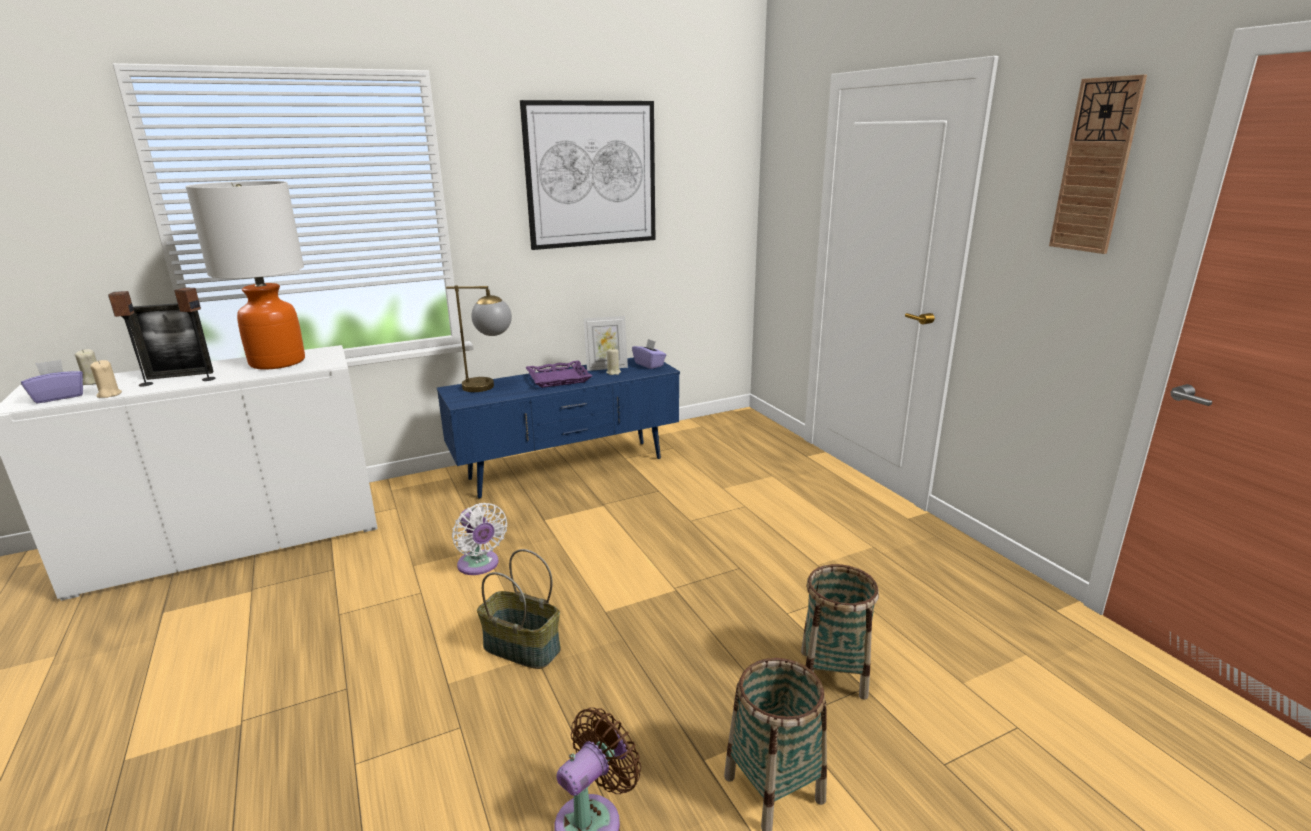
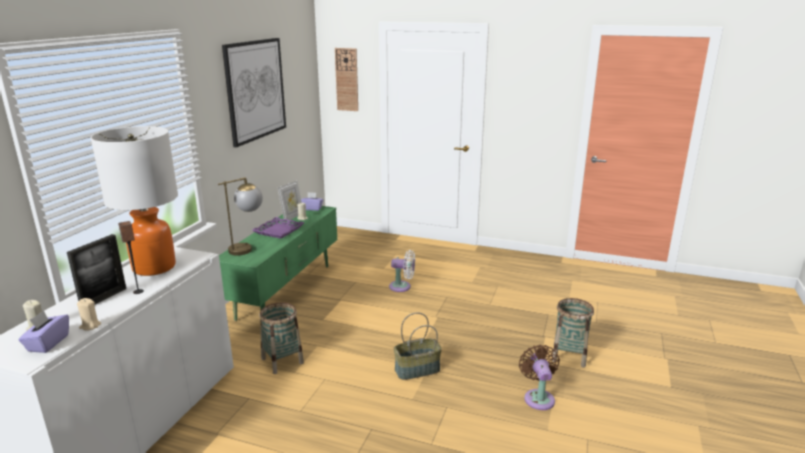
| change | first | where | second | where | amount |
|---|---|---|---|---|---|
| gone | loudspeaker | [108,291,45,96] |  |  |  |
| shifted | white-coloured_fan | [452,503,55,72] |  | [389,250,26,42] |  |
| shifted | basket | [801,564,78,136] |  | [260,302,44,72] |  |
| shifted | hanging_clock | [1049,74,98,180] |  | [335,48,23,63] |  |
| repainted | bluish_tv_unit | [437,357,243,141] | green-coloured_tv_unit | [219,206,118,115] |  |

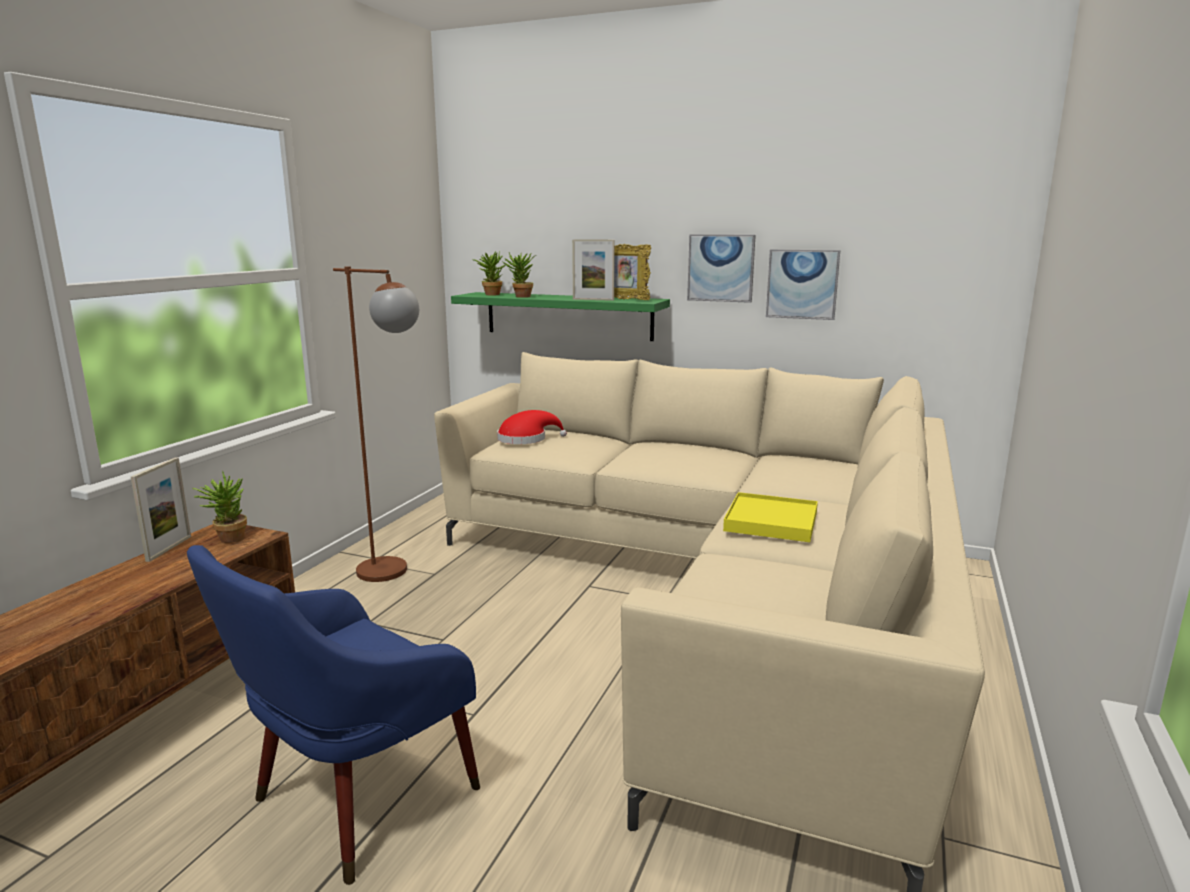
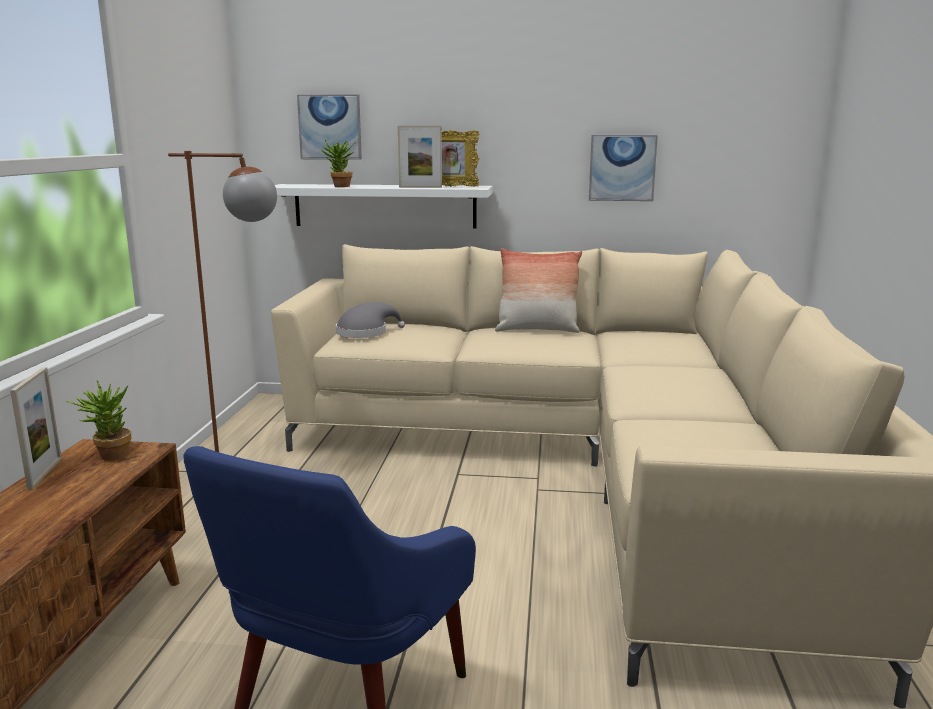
| change | first | where | second | where | amount |
|---|---|---|---|---|---|
| gone | plant_in_a_pot | [472,251,33,45] |  |  |  |
| gone | yellow_carrying_tray | [723,492,95,50] |  |  |  |
| new |  |  | throw_pillow | [495,248,87,85] |  |
| shifted | wall_picture | [687,234,69,69] |  | [297,94,65,66] |  |
| repainted | green-coloured_wall_shelf | [451,292,219,49] | white-coloured_wall_shelf | [275,184,218,45] |  |
| repainted | red_wearable_hat | [497,410,70,34] | grey_wearable_hat | [336,302,69,36] |  |

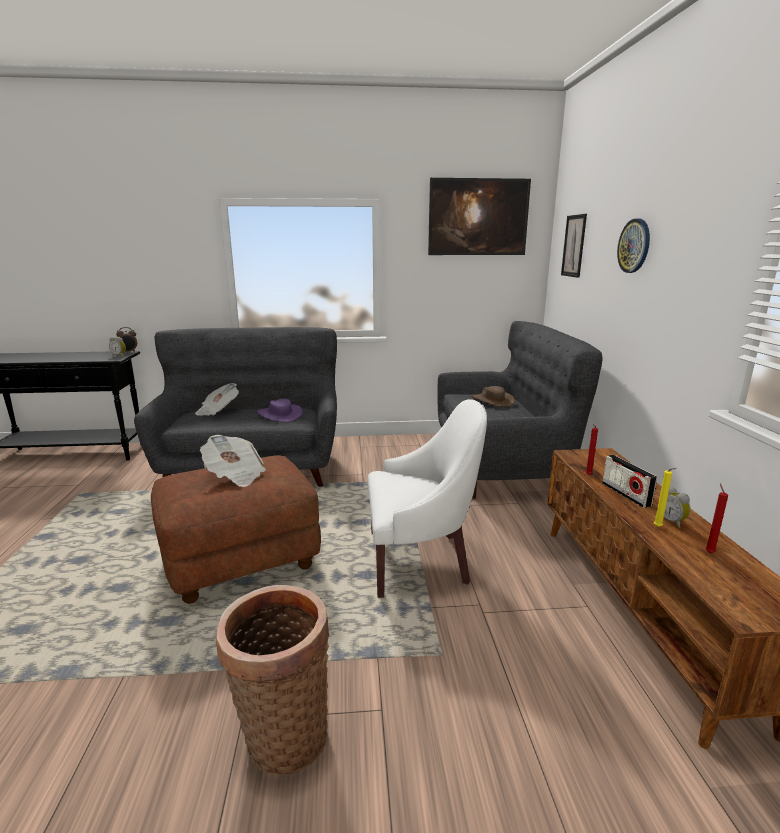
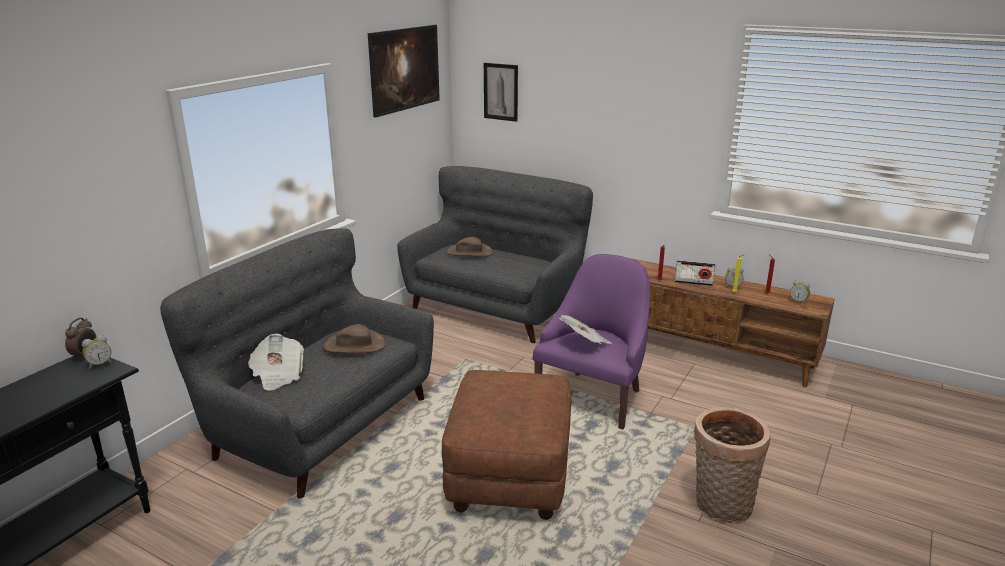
| change | first | where | second | where | amount |
|---|---|---|---|---|---|
| gone | hanging_clock | [617,219,33,54] |  |  |  |
| new |  |  | alarm_clock | [790,280,20,25] |  |
| shifted | newspaper | [200,435,66,52] |  | [559,315,53,29] |  |
| repainted | purple_wearable_hat | [257,399,46,23] | brown-coloured_wearable_hat | [323,324,63,29] |  |
| repainted | white-coloured_easy_chair | [368,399,119,199] | purple_easy_chair | [533,254,117,176] |  |

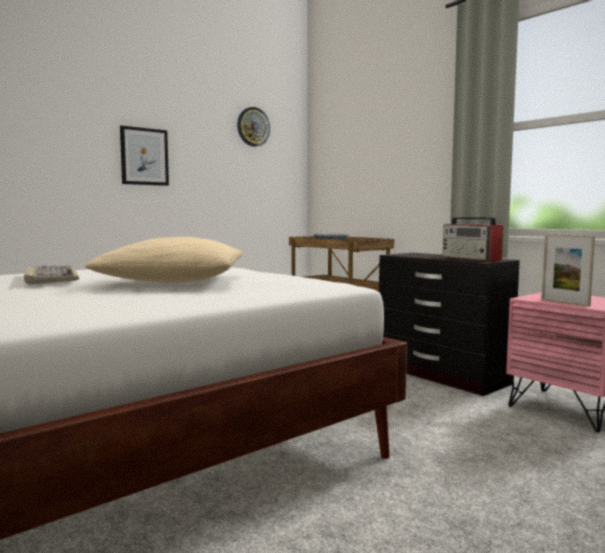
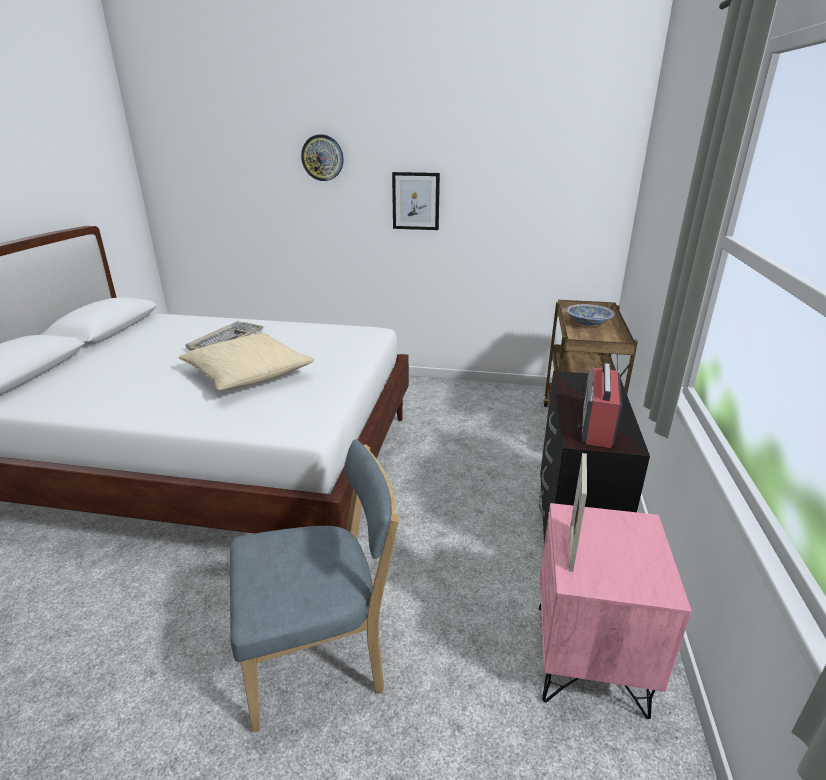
| change | first | where | second | where | amount |
|---|---|---|---|---|---|
| new |  |  | bluish_upright_chair | [230,439,169,293] |  |
| shifted | hanging_clock | [237,107,33,40] |  | [301,134,43,47] |  |

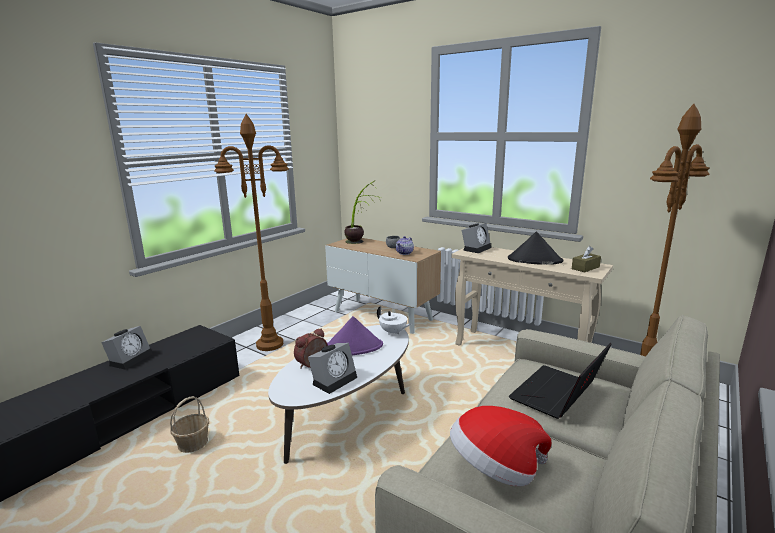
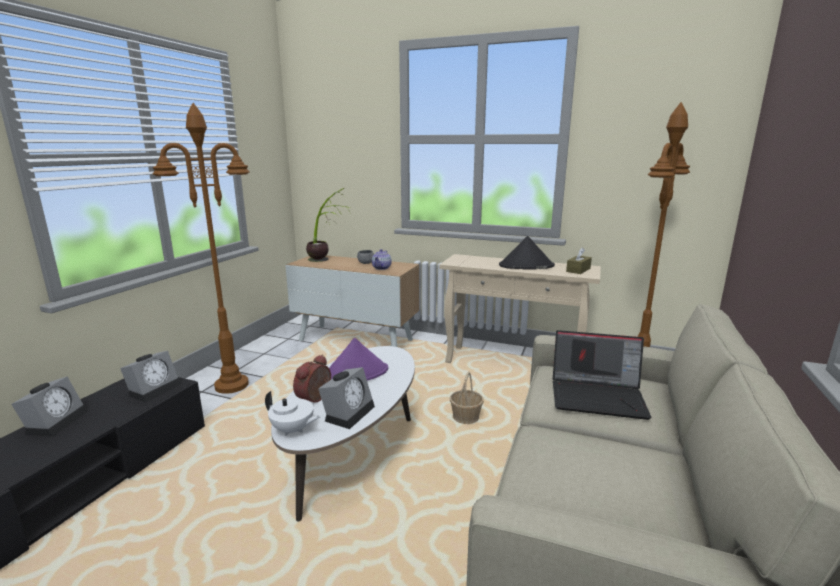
| change | first | where | second | where | amount |
|---|---|---|---|---|---|
| gone | wearable_hat | [450,406,102,80] |  |  |  |
| shifted | basket | [170,396,39,57] |  | [450,372,34,52] |  |
| shifted | white-coloured_pot_for_tea | [377,306,34,29] |  | [265,391,56,45] |  |
| shifted | alarm_clock | [461,223,30,30] |  | [120,351,61,51] |  |
| rotated | notebook_computer | [509,343,102,76] |  | [553,330,98,90] | 105 degrees counterclockwise |

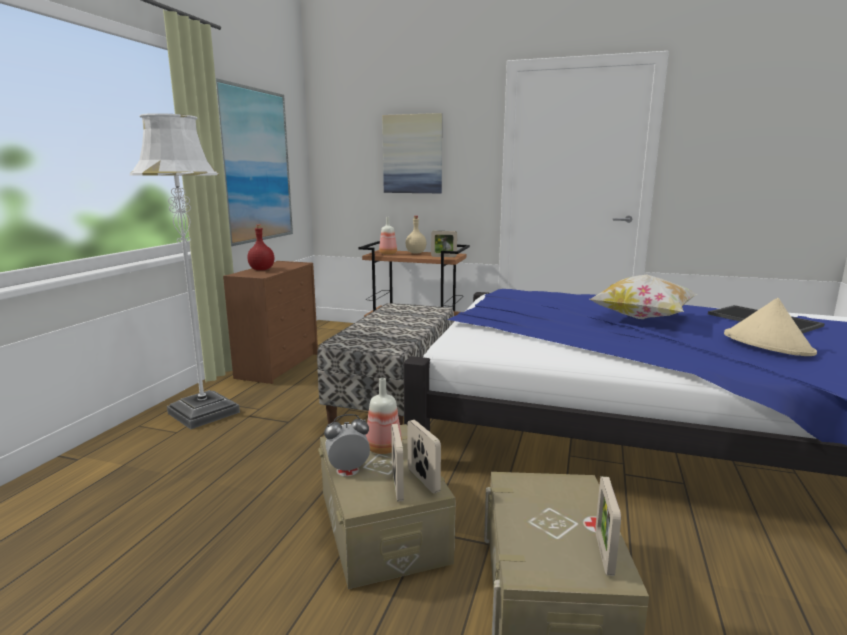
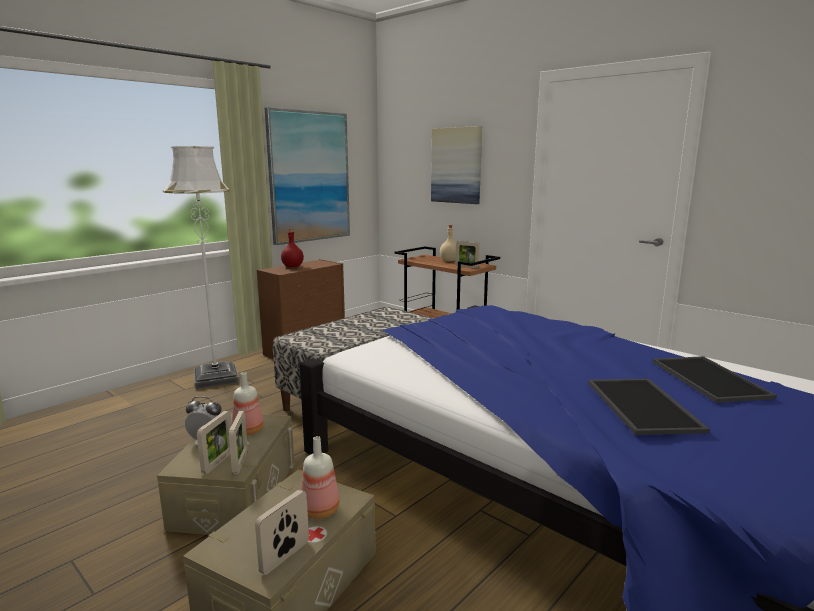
| change | first | where | second | where | amount |
|---|---|---|---|---|---|
| gone | throw_pillow | [589,275,108,44] |  |  |  |
| shifted | bottle | [379,217,18,38] |  | [301,436,39,83] |  |
| swapped | beige-coloured_wearable_hat | [724,298,93,58] | carrying_tray | [588,379,122,56] |  |

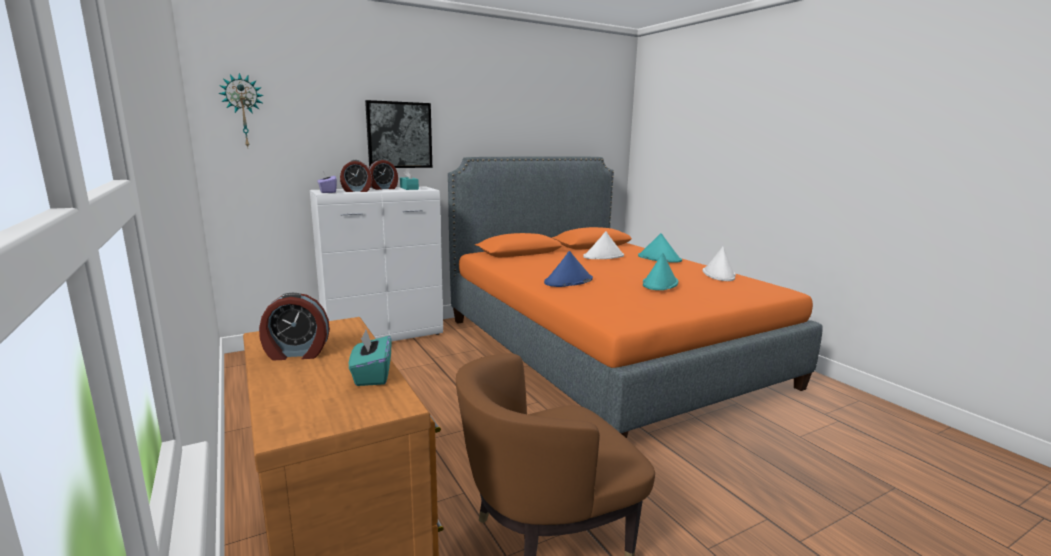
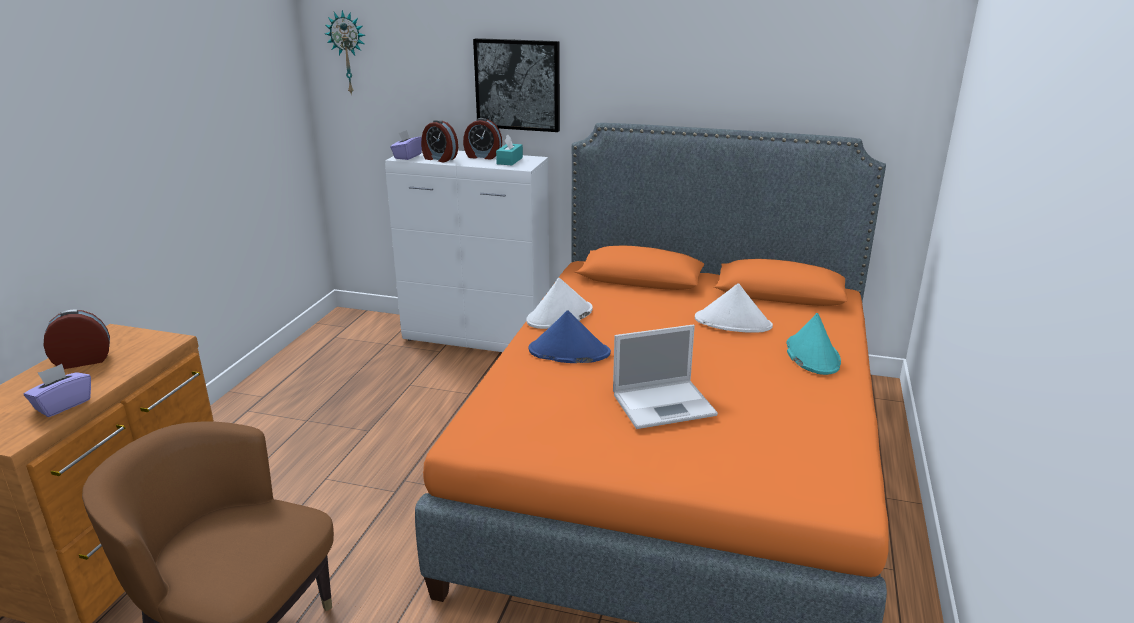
| change | first | where | second | where | amount |
|---|---|---|---|---|---|
| shifted | white-coloured_wearable_hat | [703,246,33,35] |  | [526,278,67,51] |  |
| swapped | blue-green_wearable_hat | [643,253,35,37] | notebook_computer | [613,325,105,104] |  |
| repainted | blue-green_tissue_holder | [349,330,43,56] | purple_tissue_holder | [23,364,68,53] |  |
| rotated | alarm_clock | [259,293,71,67] |  | [43,310,67,59] | 120 degrees clockwise |

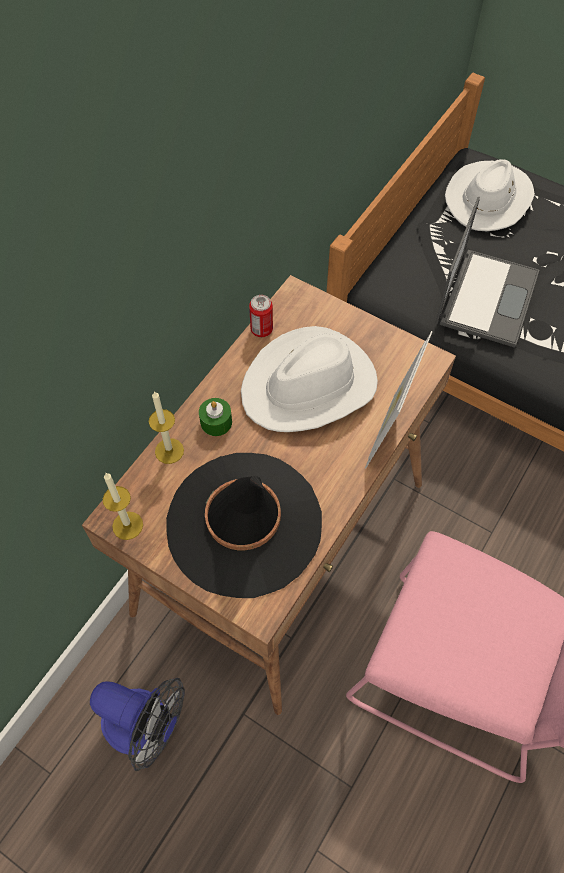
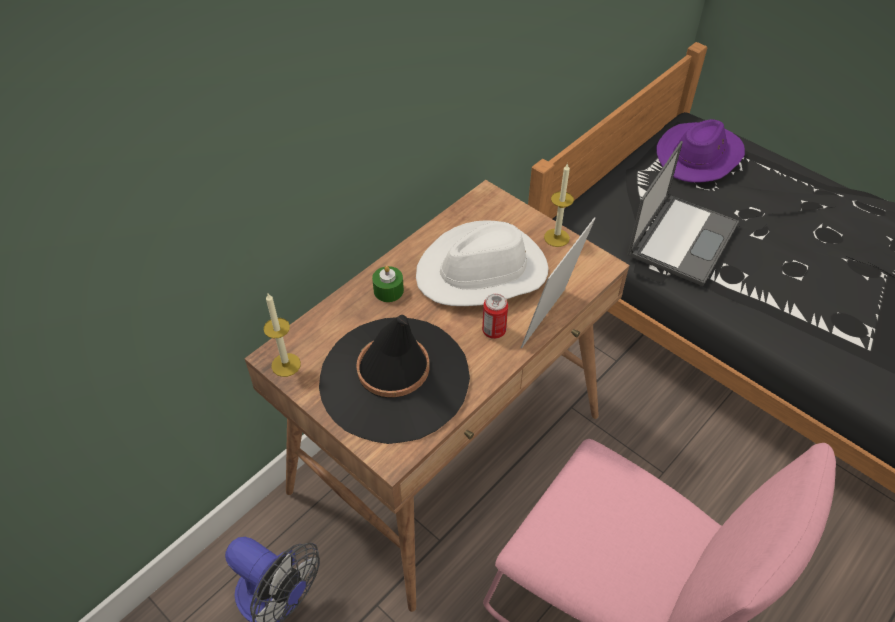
| change | first | where | second | where | amount |
|---|---|---|---|---|---|
| shifted | wax_light | [149,391,35,73] |  | [544,163,30,84] |  |
| shifted | can | [249,295,24,42] |  | [482,294,26,45] |  |
| repainted | white-coloured_wearable_hat | [445,159,90,72] | purple_wearable_hat | [656,119,89,64] |  |

